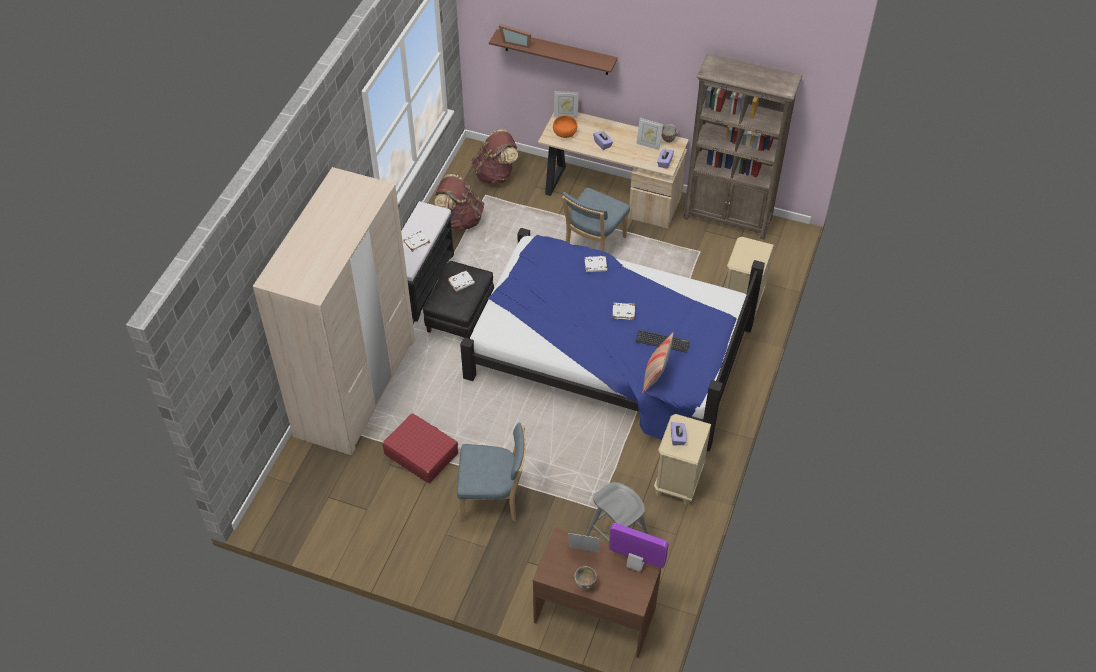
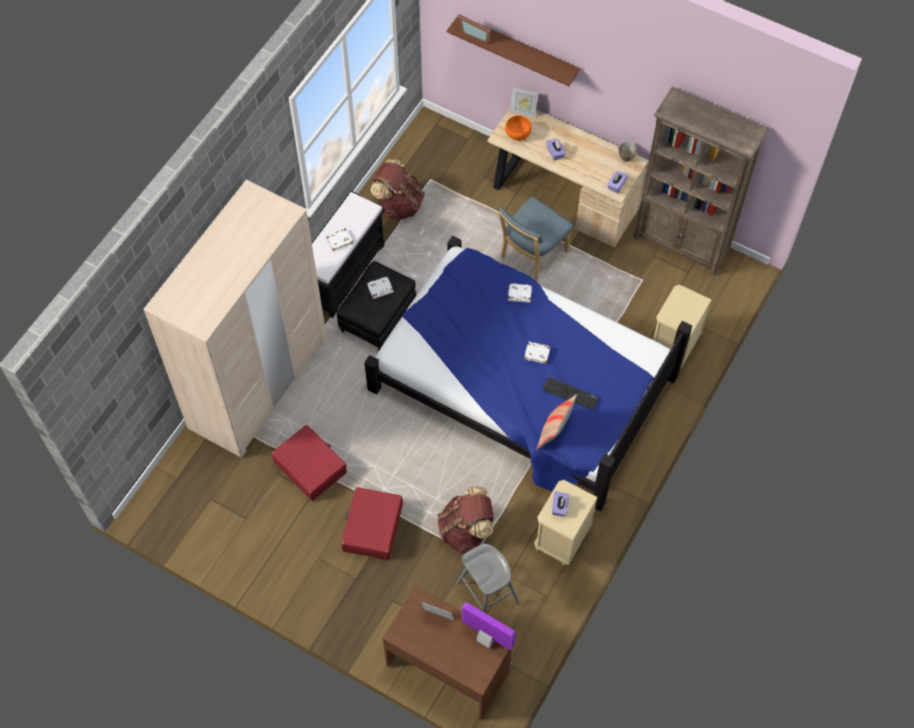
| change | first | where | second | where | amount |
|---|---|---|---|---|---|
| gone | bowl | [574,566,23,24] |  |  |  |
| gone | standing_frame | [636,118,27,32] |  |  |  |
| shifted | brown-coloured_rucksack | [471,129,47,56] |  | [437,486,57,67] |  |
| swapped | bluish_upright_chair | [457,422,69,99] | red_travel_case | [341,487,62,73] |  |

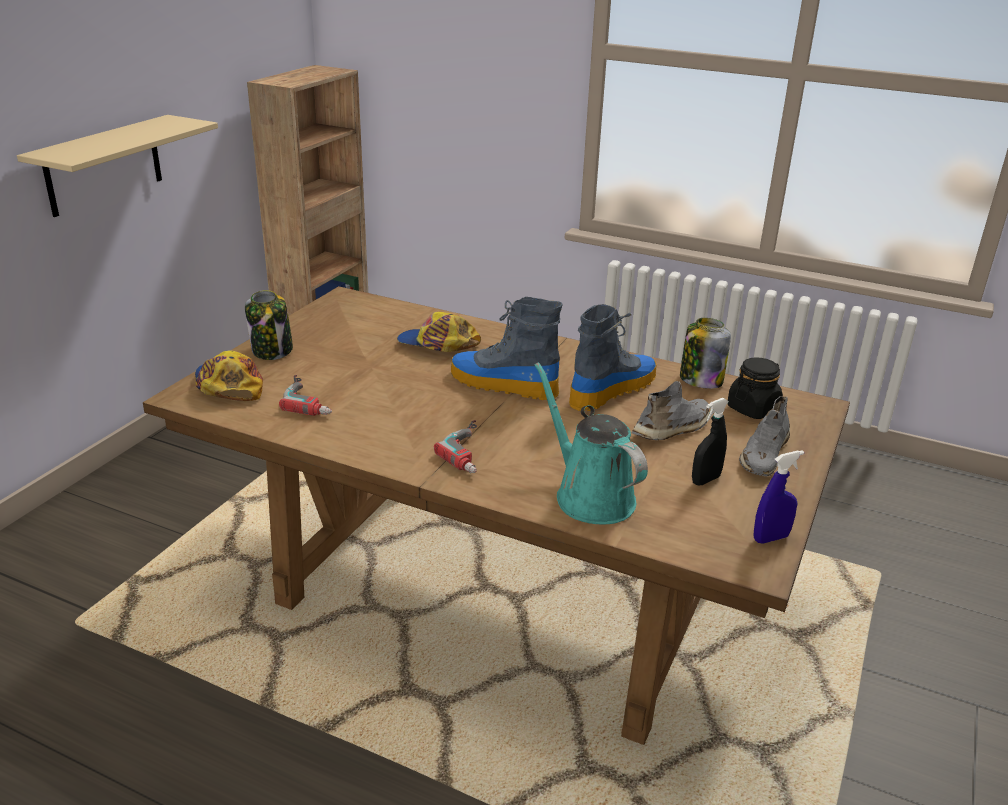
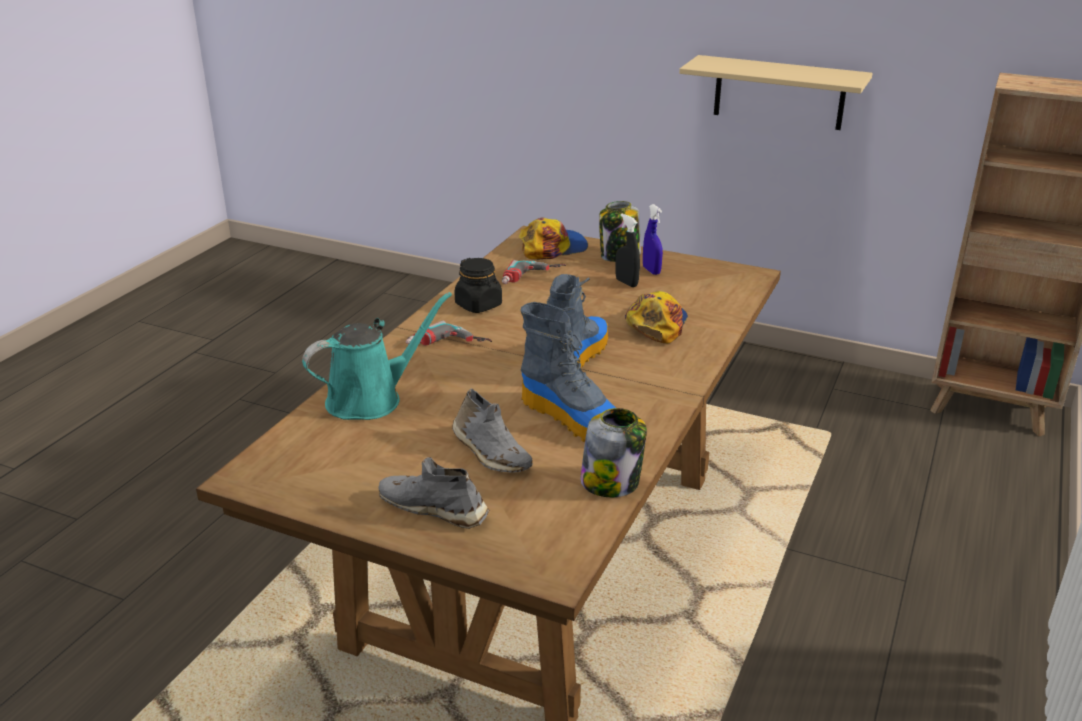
| change | first | where | second | where | amount |
|---|---|---|---|---|---|
| shifted | black_hand_sprayer | [692,398,37,87] |  | [615,214,25,73] |  |
| shifted | black_preserve_jar | [728,357,55,62] |  | [454,258,48,55] |  |
| shifted | bluish_hand_sprayer | [754,450,50,94] |  | [643,204,20,71] |  |

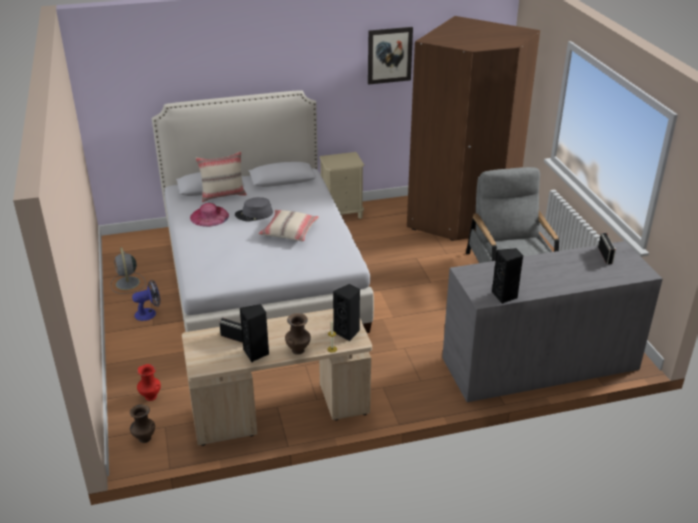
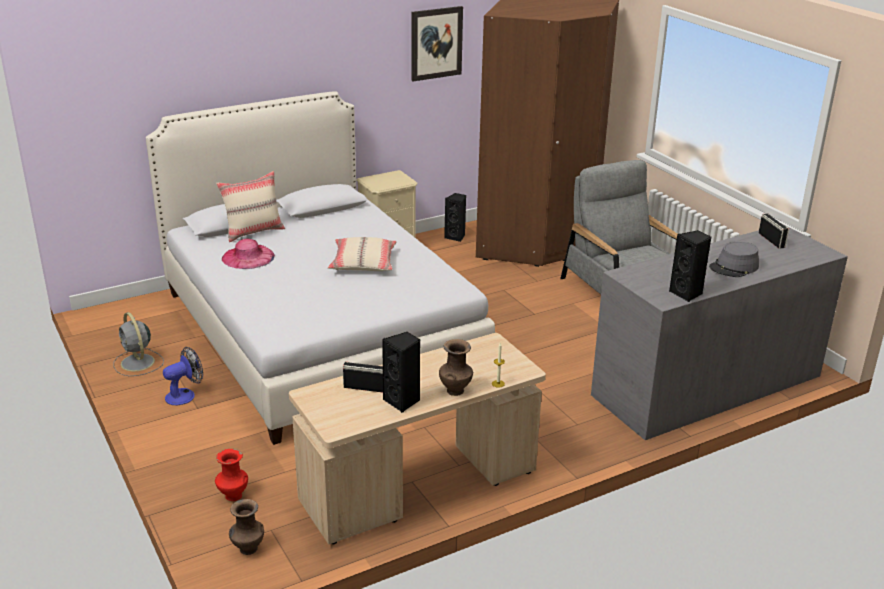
| change | first | where | second | where | amount |
|---|---|---|---|---|---|
| shifted | grey_wearable_hat | [235,197,38,24] |  | [709,242,50,35] |  |
| shifted | black_loudspeaker | [333,284,27,57] |  | [444,193,22,49] |  |

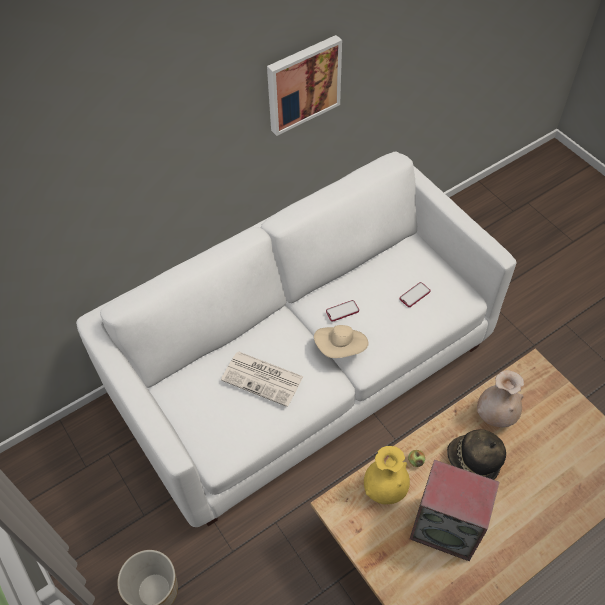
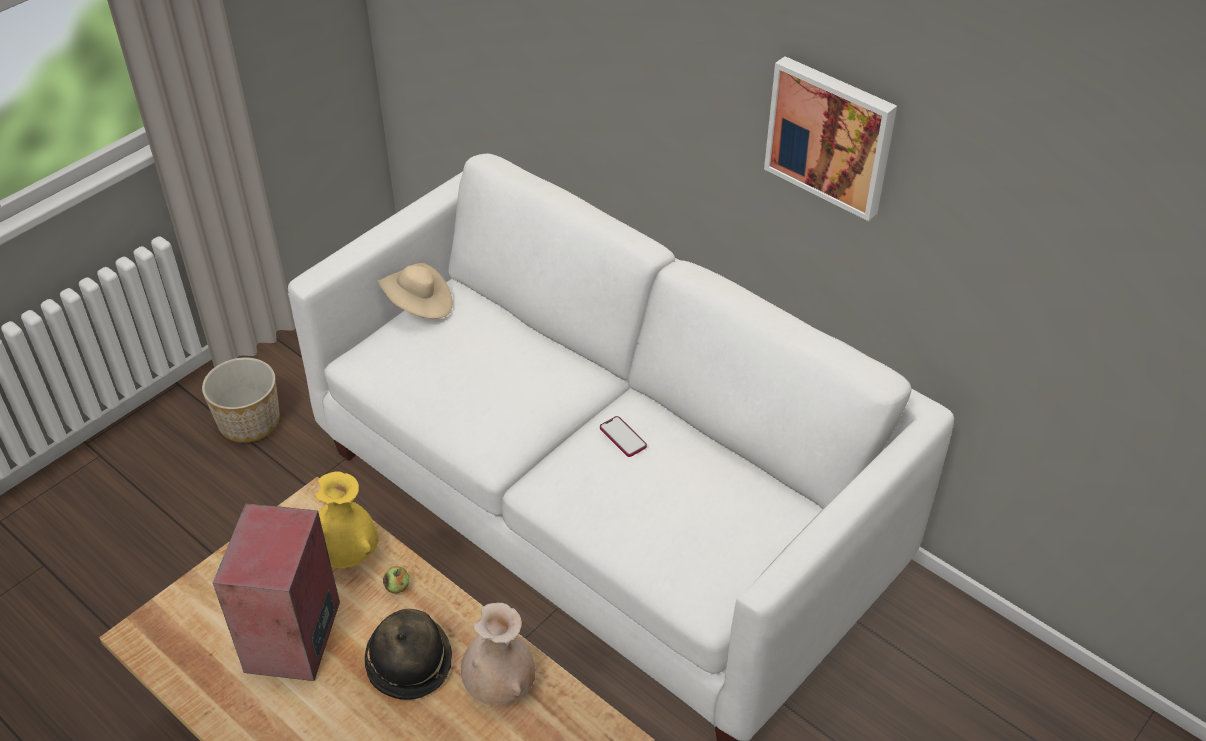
| change | first | where | second | where | amount |
|---|---|---|---|---|---|
| gone | newspaper | [221,351,83,56] |  |  |  |
| gone | phone | [400,282,30,25] |  |  |  |
| shifted | beige-coloured_wearable_hat | [314,325,55,33] |  | [378,263,75,56] |  |

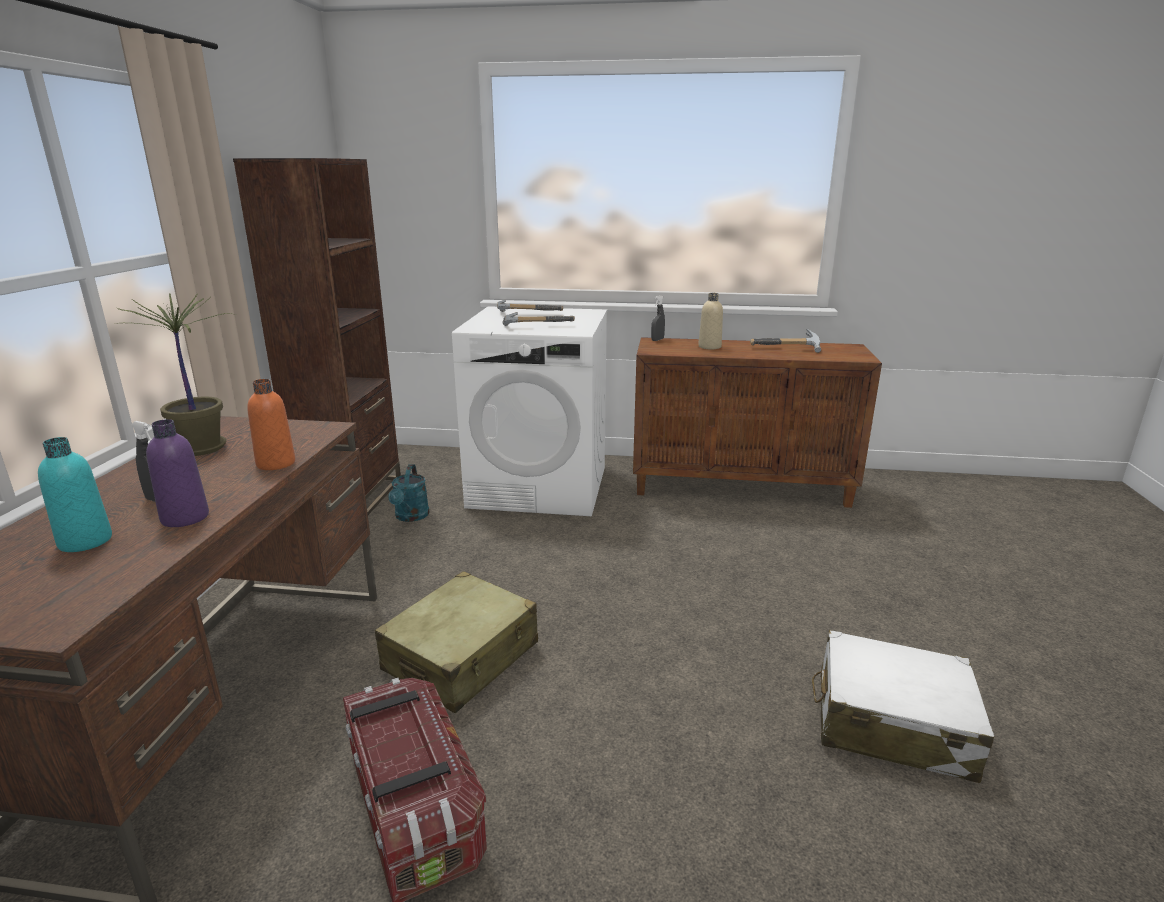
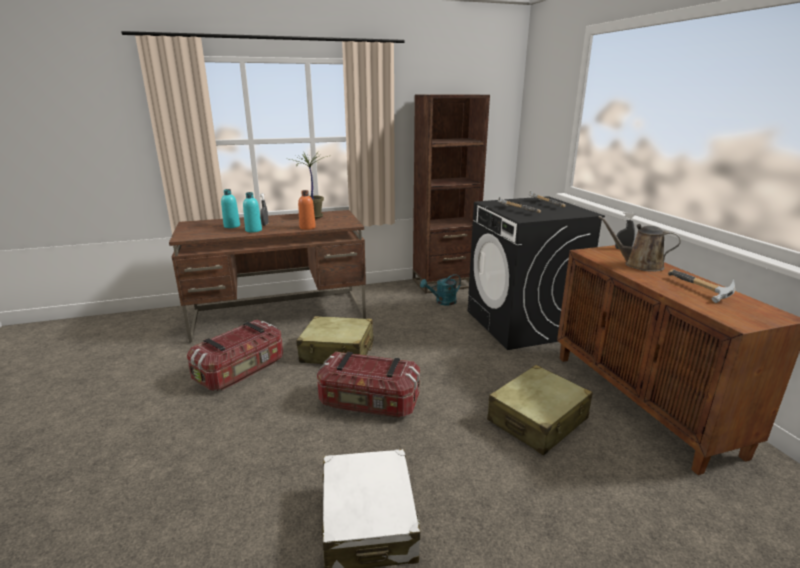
| change | first | where | second | where | amount |
|---|---|---|---|---|---|
| new |  |  | storage_box | [317,352,103,66] |  |
| new |  |  | beige-coloured_travel_case | [487,365,106,90] |  |
| swapped | beige-coloured_bottle | [698,293,25,56] | brown-coloured_watering_pot | [598,216,83,56] |  |
| repainted | purple_bottle | [146,419,63,108] | blue-green_bottle | [243,192,19,41] |  |
| repainted | white-coloured_laundry_machine | [452,306,155,210] | black_laundry_machine | [468,196,137,154] |  |

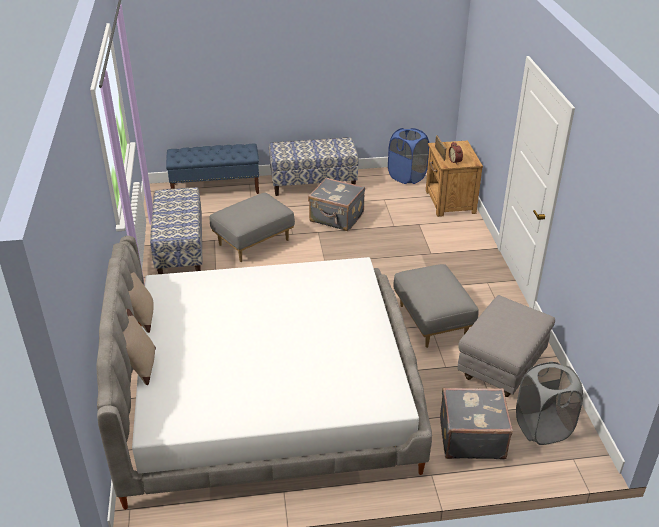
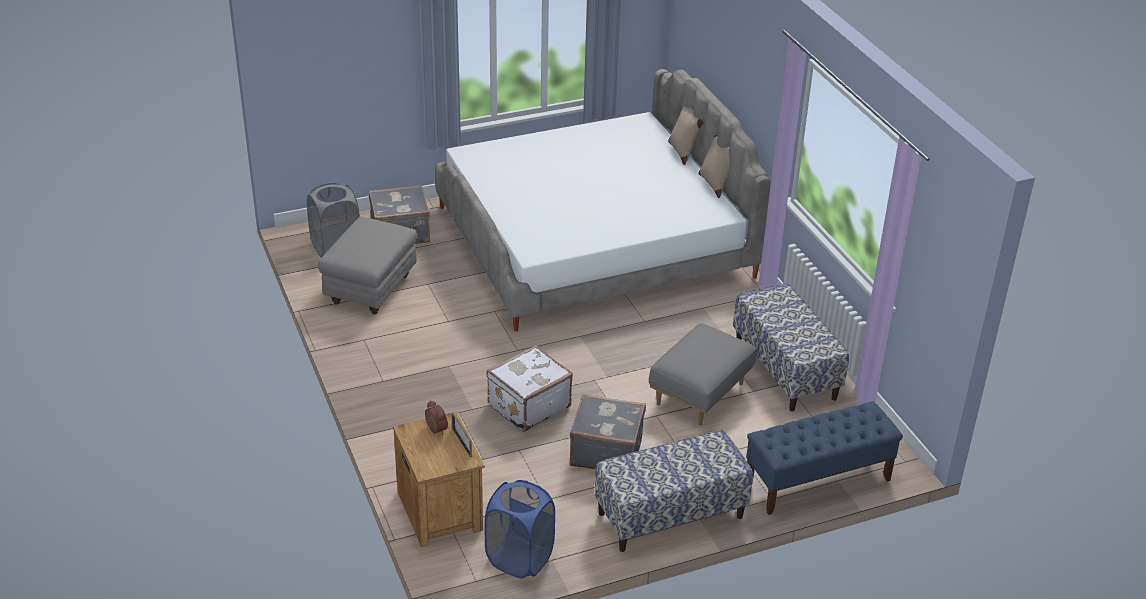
| change | first | where | second | where | amount |
|---|---|---|---|---|---|
| gone | grey_ottoman | [393,264,86,84] |  |  |  |
| new |  |  | white-coloured_travel_case | [487,345,86,87] |  |

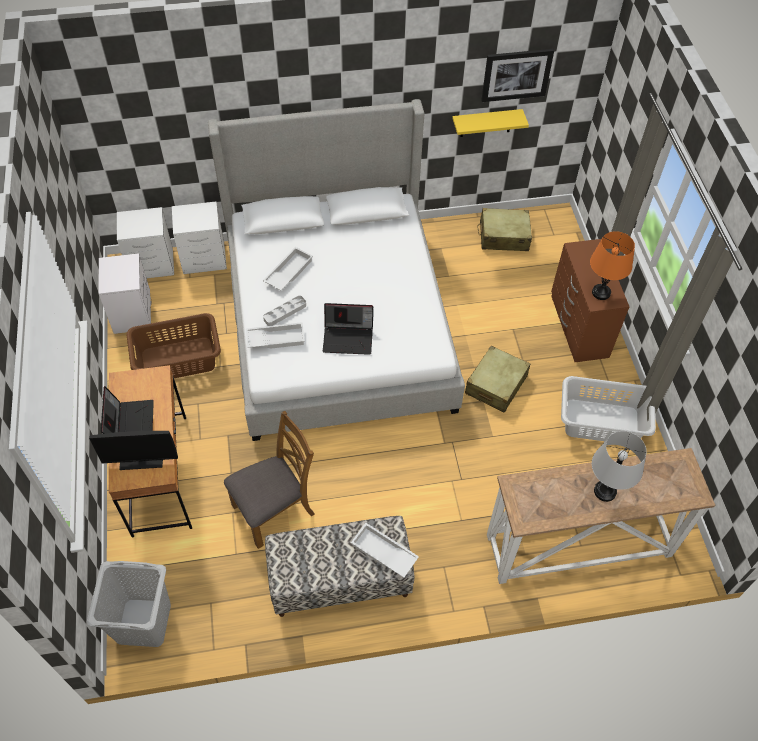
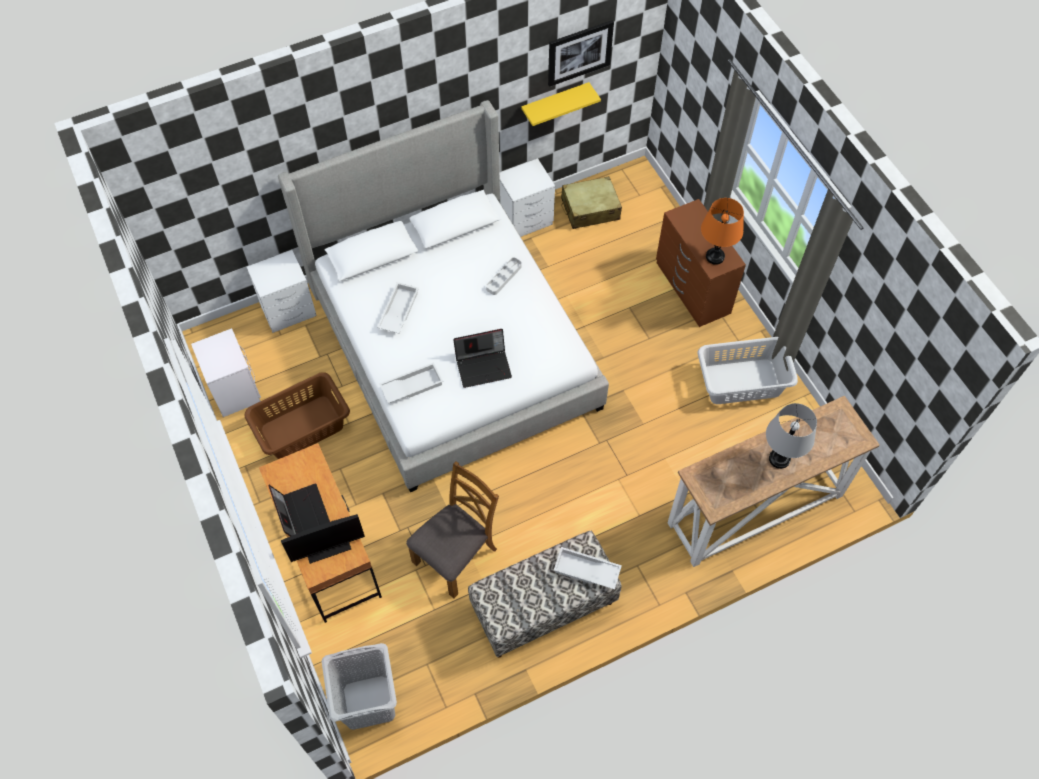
| change | first | where | second | where | amount |
|---|---|---|---|---|---|
| gone | beige-coloured_travel_case | [465,346,65,67] |  |  |  |
| shifted | white-coloured_nightstand | [117,207,57,71] |  | [500,158,55,79] |  |
| shifted | grey_carrying_tray | [263,295,43,31] |  | [486,257,36,38] |  |

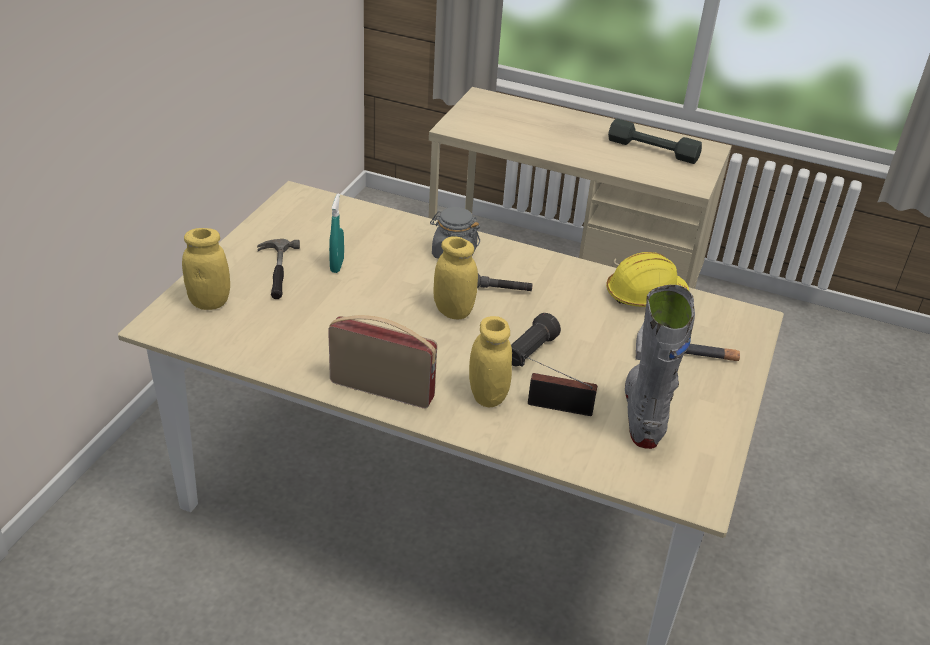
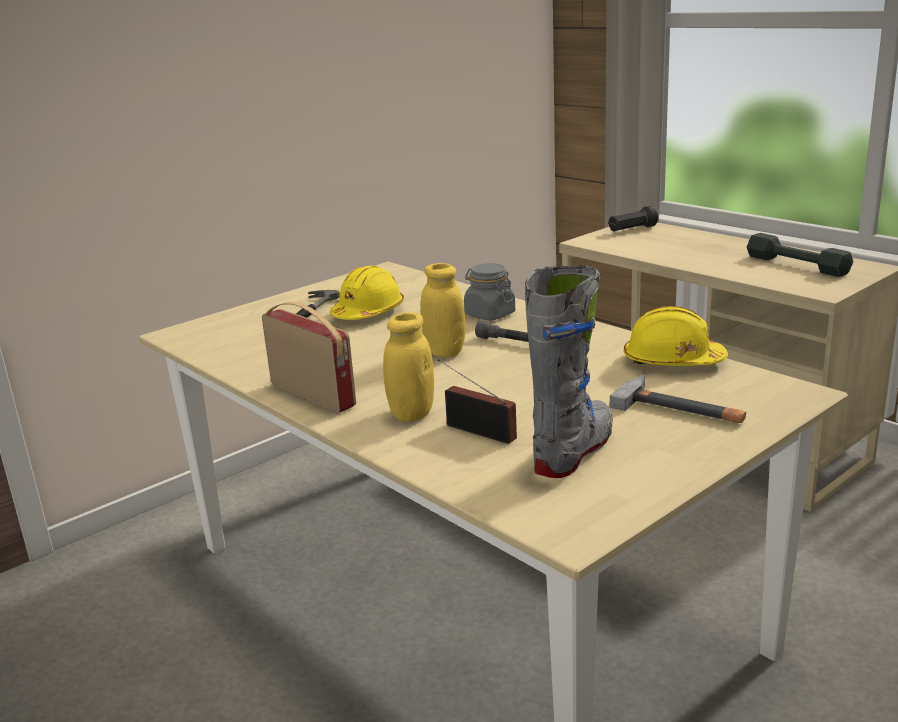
| change | first | where | second | where | amount |
|---|---|---|---|---|---|
| gone | yellow_preserve_jar | [182,228,48,82] |  |  |  |
| shifted | black_flashlight | [511,313,50,54] |  | [608,206,50,26] |  |
| swapped | blue-green_hand_sprayer | [329,194,15,79] | yellow_hard_hat | [330,265,74,55] |  |

